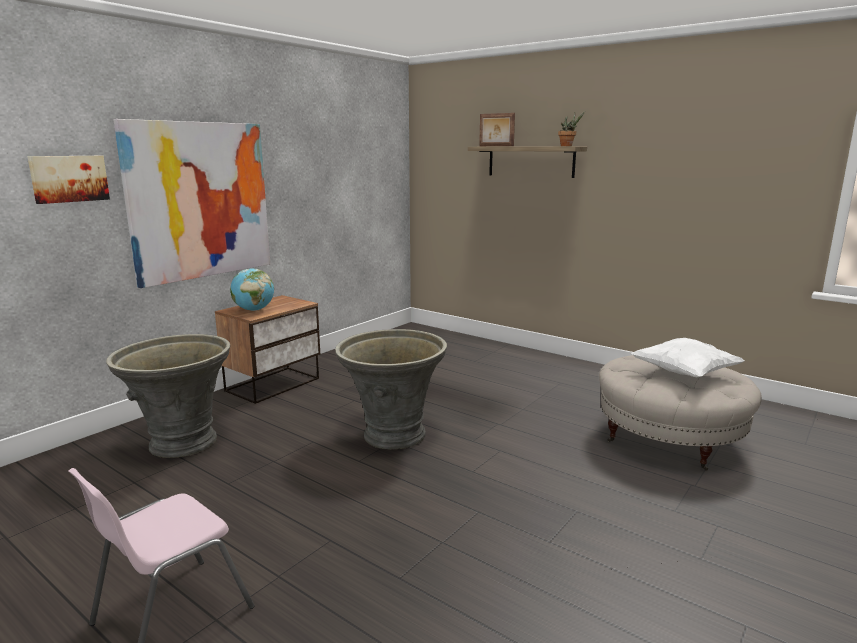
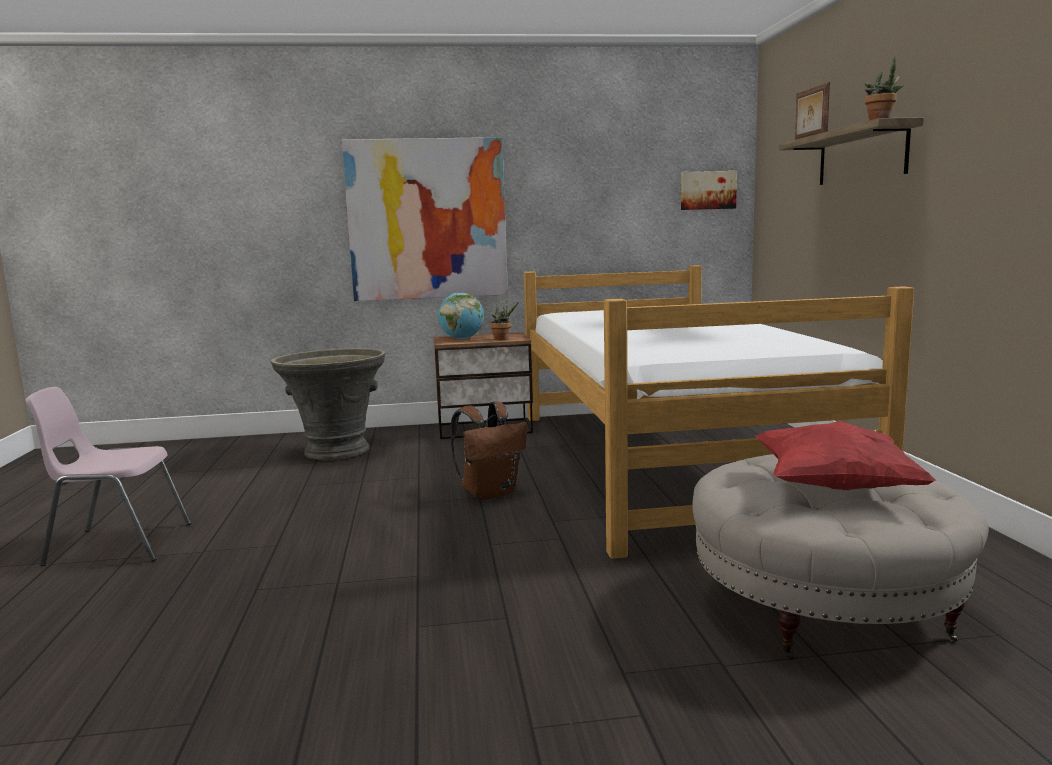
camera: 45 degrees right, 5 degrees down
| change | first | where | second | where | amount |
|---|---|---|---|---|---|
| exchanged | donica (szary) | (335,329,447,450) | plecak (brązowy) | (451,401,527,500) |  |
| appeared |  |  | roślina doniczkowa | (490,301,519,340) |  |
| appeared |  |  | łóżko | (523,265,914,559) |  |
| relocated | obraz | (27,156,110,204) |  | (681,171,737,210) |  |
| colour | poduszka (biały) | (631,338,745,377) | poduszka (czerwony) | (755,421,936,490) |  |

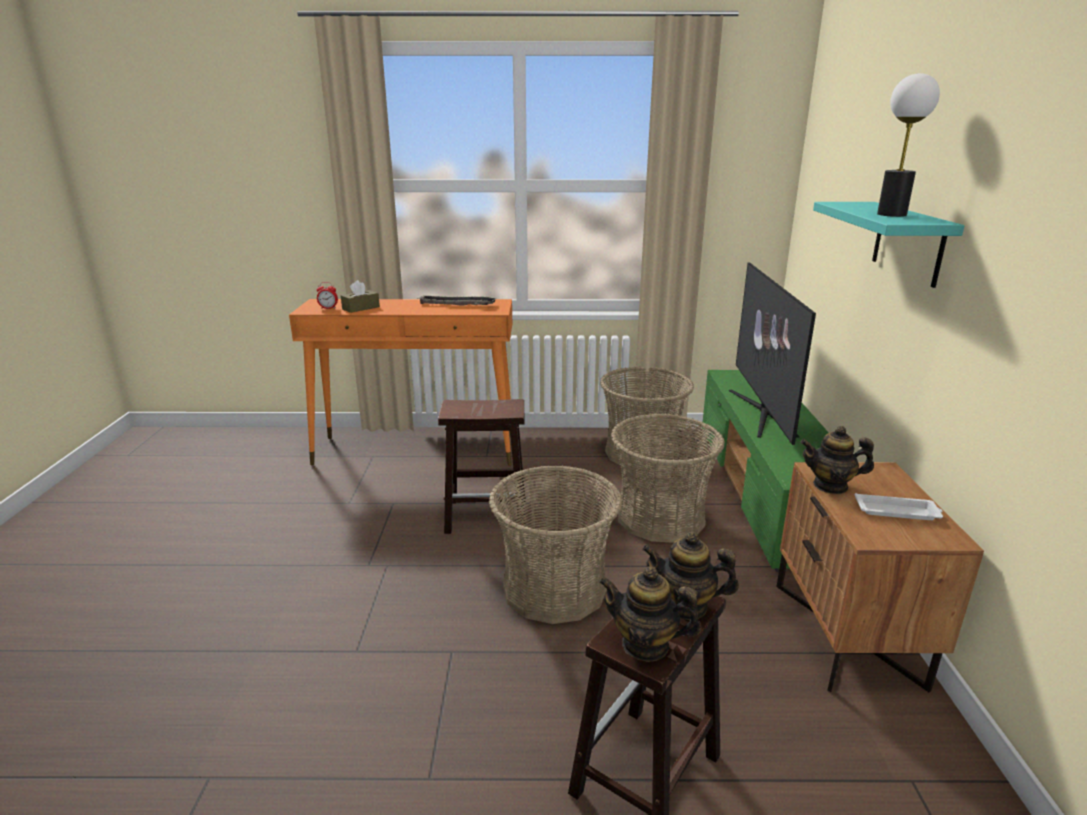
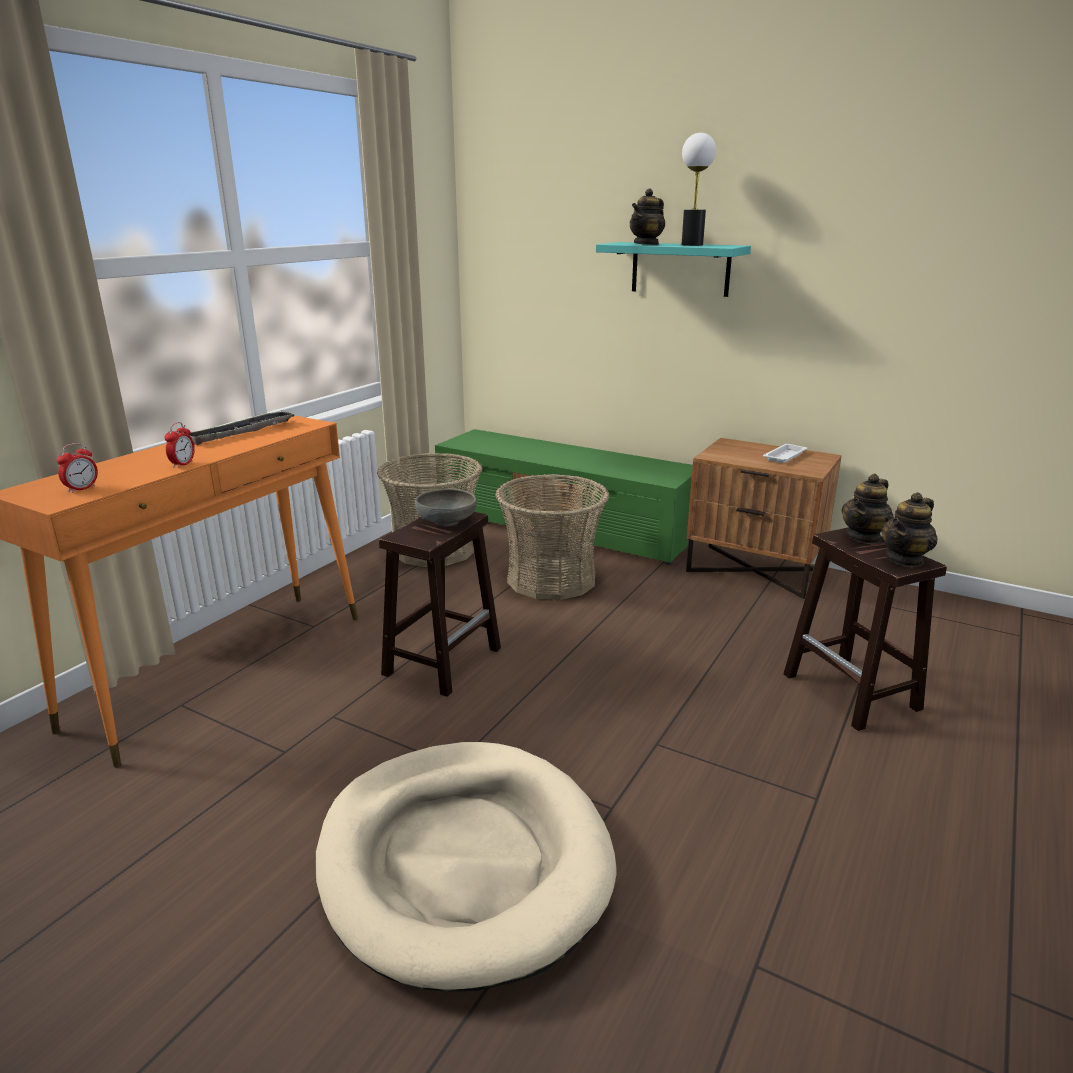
camera: 60 degrees left, 0 degrees up
| change | first | where | second | where | amount |
|---|---|---|---|---|---|
| appeared |  |  | budzik | (165,422,195,468) |  |
| appeared |  |  | legowisko (beżowy) | (316,742,617,992) |  |
| appeared |  |  | miska (szary) | (415,488,477,526) |  |
| relocated | imbryk | (800,426,874,494) |  | (630,188,665,245) |  |
| missing | pudełko chusteczek (brązowy) | (341,280,380,313) |  |  |  |
| missing | koszyk | (489,465,622,624) |  |  |  |
| missing | telewizor | (729,262,816,445) |  |  |  |

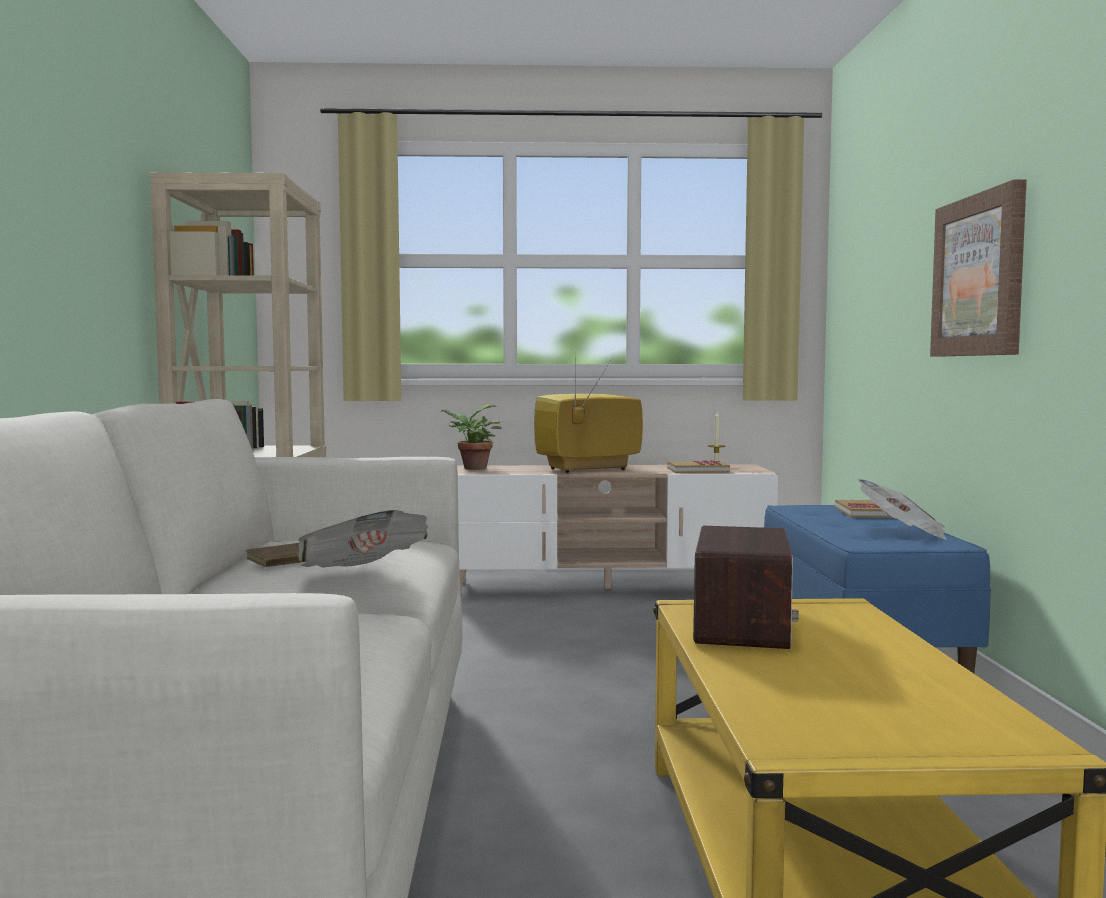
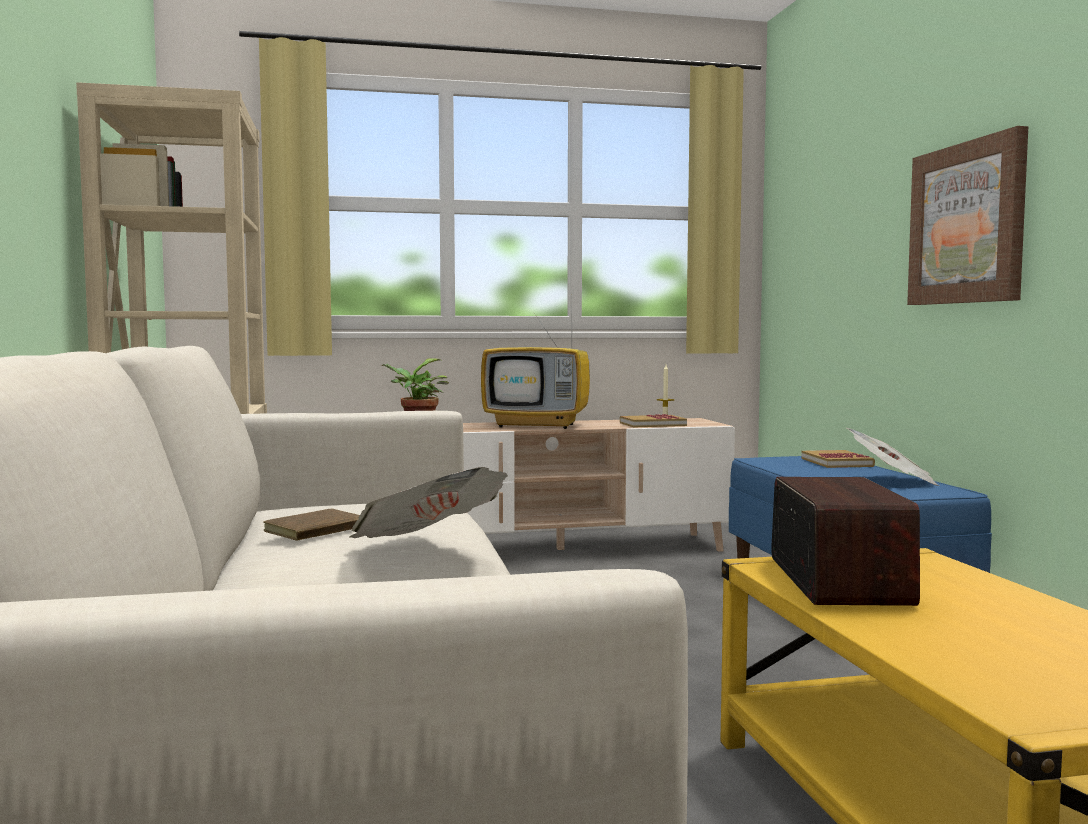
camera: 10 degrees left, 0 degrees up
| change | first | where | second | where | amount |
|---|---|---|---|---|---|
| spun | telewizor | (534,340,643,473) |  | (481,307,590,429) | 135 degrees counterclockwise |

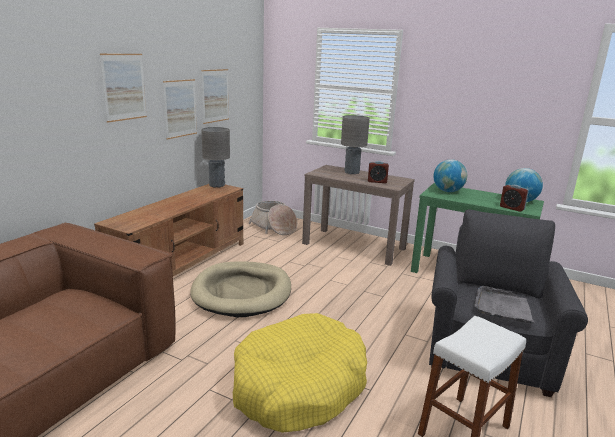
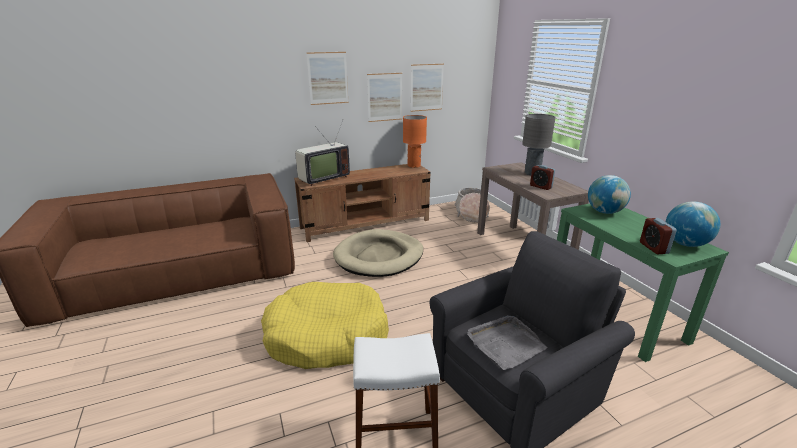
camera: 40 degrees right, 5 degrees up
| change | first | where | second | where | amount |
|---|---|---|---|---|---|
| appeared |  |  | telewizor | (295,121,350,186) |  |
| colour | lampa stołowa (szary) | (201,127,230,187) | lampa stołowa (pomarańczowy) | (403,115,427,168) |  |

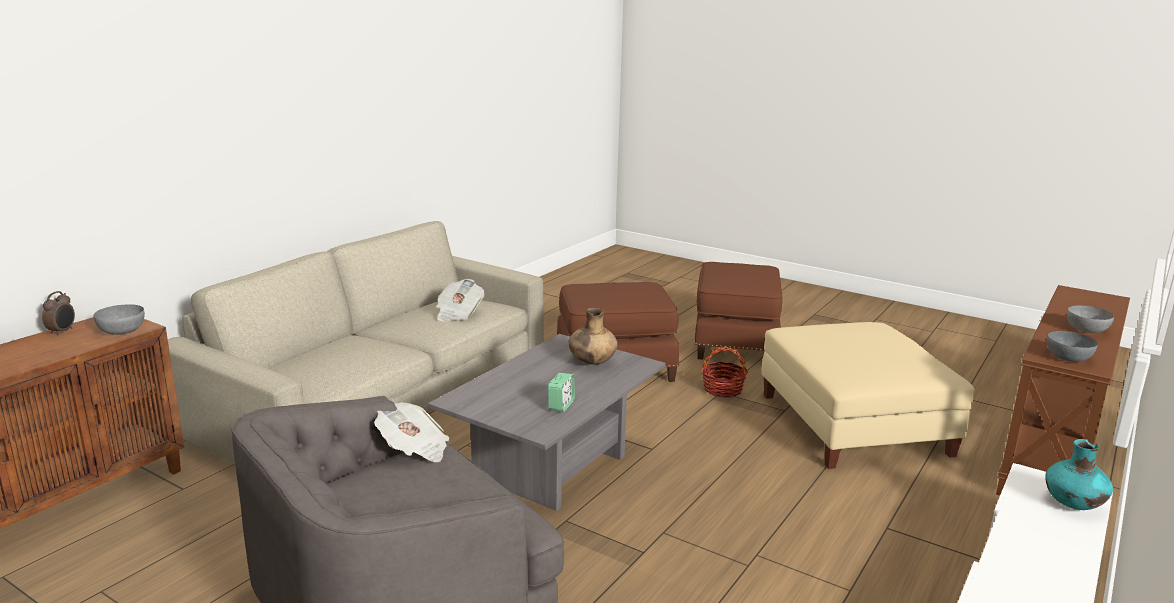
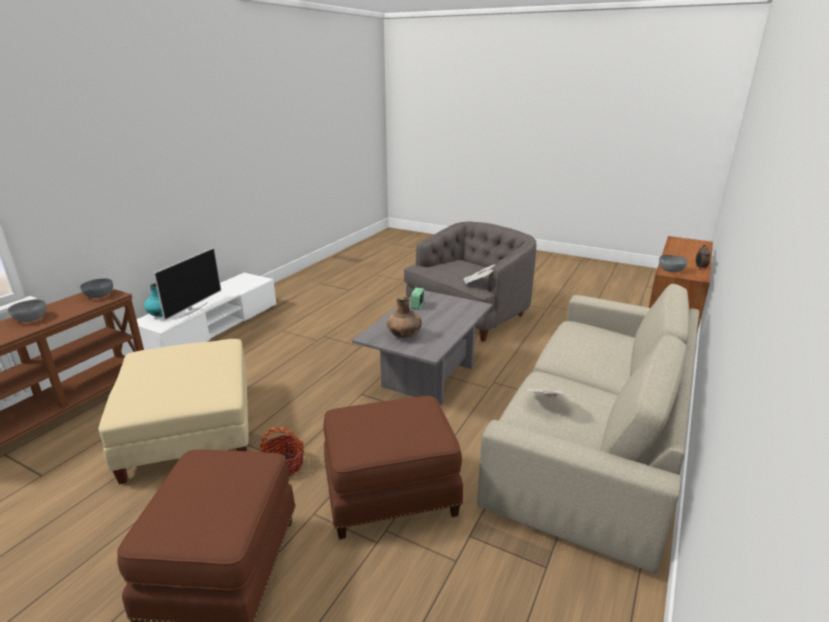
camera: 175 degrees right, 5 degrees up
| change | first | where | second | where | amount |
|---|---|---|---|---|---|
| appeared |  |  | telewizor | (153,247,222,321) |  |

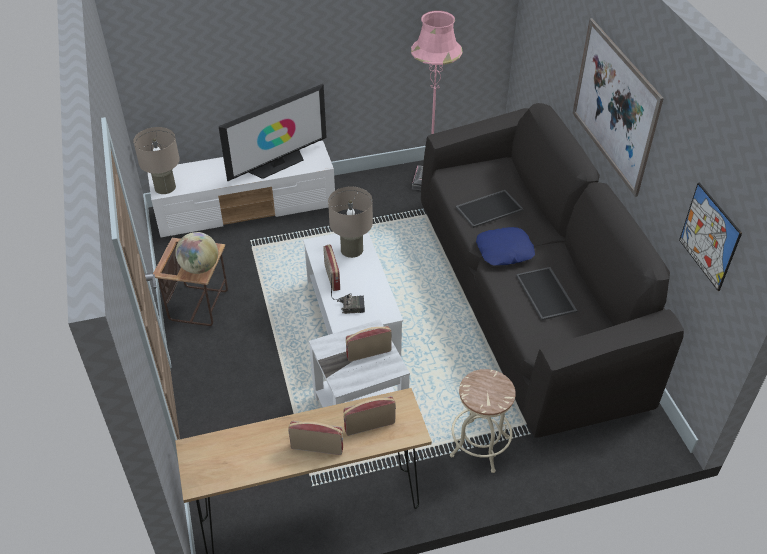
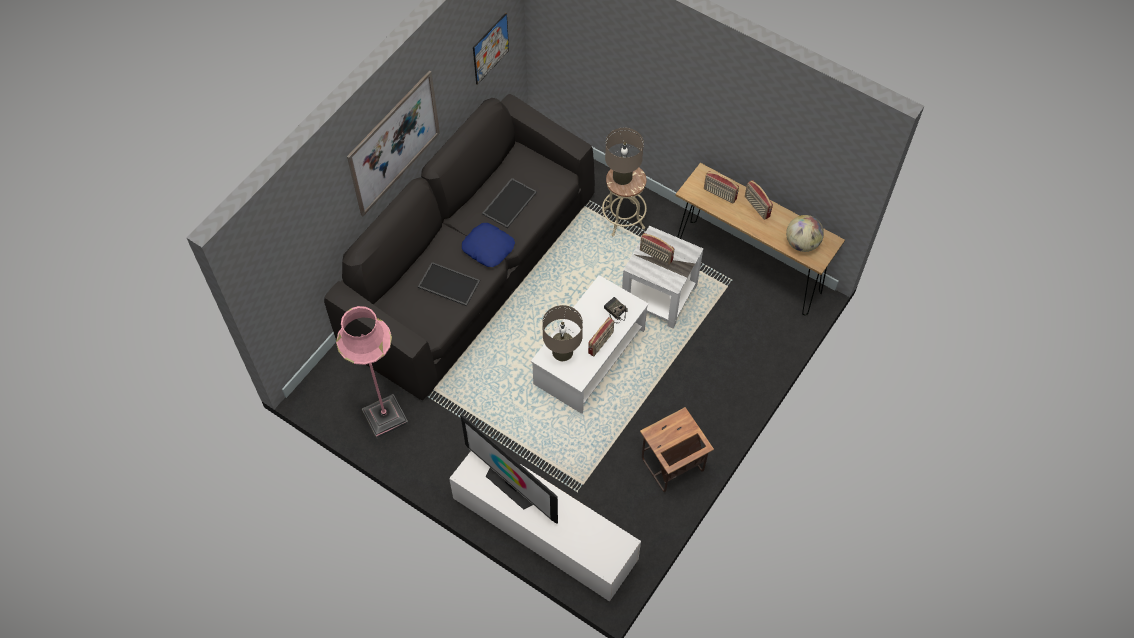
camera: 130 degrees left, 15 degrees up
| change | first | where | second | where | amount |
|---|---|---|---|---|---|
| spun | telewizor | (218,84,327,181) |  | (461,414,558,524) | 150 degrees counterclockwise |
| relocated | lampa stołowa (beżowy) | (133,127,180,194) |  | (605,128,644,185) |  |
| relocated | globus | (175,232,218,274) |  | (786,215,824,252) |  |

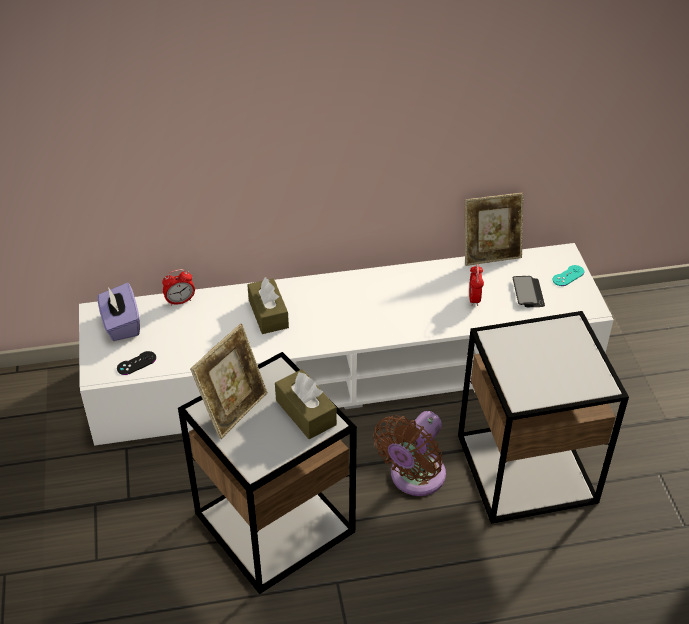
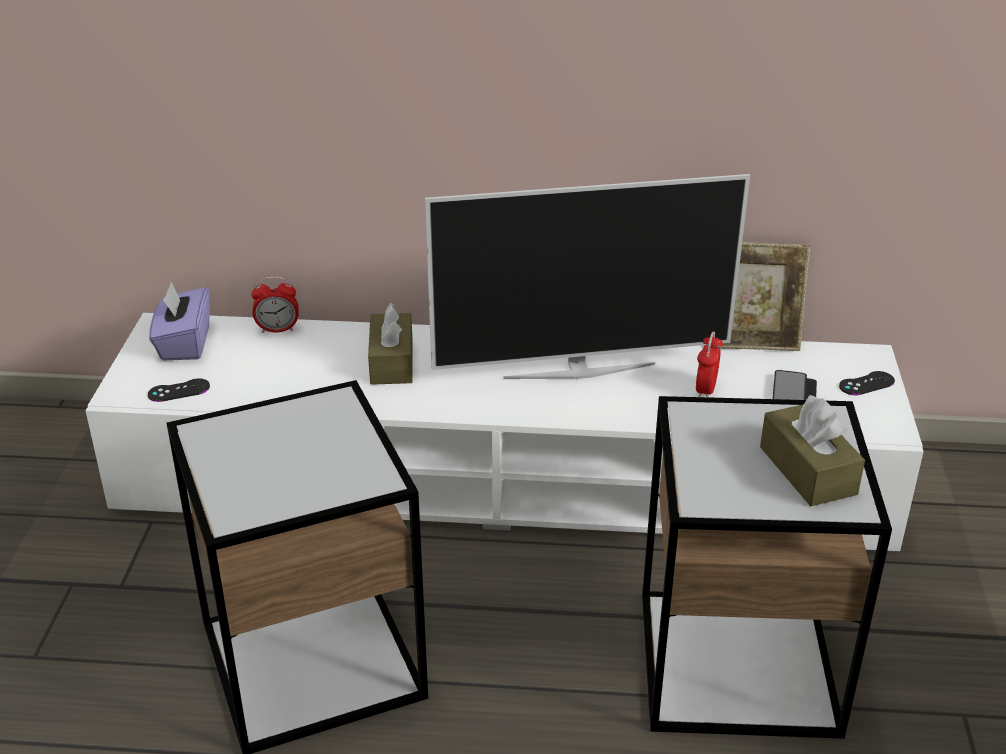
camera: 15 degrees right, 10 degrees down
| change | first | where | second | where | amount |
|---|---|---|---|---|---|
| appeared |  |  | telewizor | (425,174,750,379) |  |
| relocated | pudełko chusteczek (brązowy) | (275,369,337,439) |  | (760,395,865,506) |  |
| colour | pad do gier (turkusowy) | (553,265,584,286) | pad do gier (czarny) | (839,371,895,395) |  |
| missing | ramka na zdjęcie | (190,324,268,439) |  |  |  |
| missing | wentylator (brązowy) | (373,411,446,496) |  |  |  |

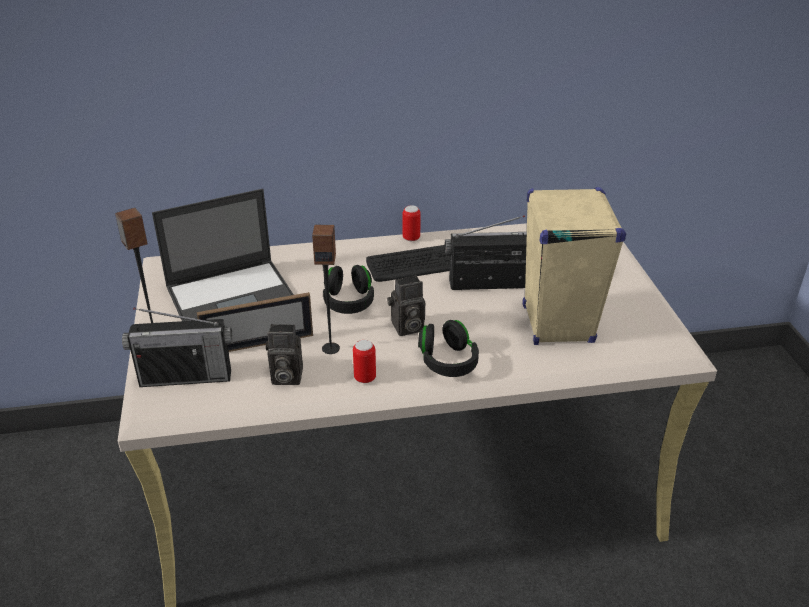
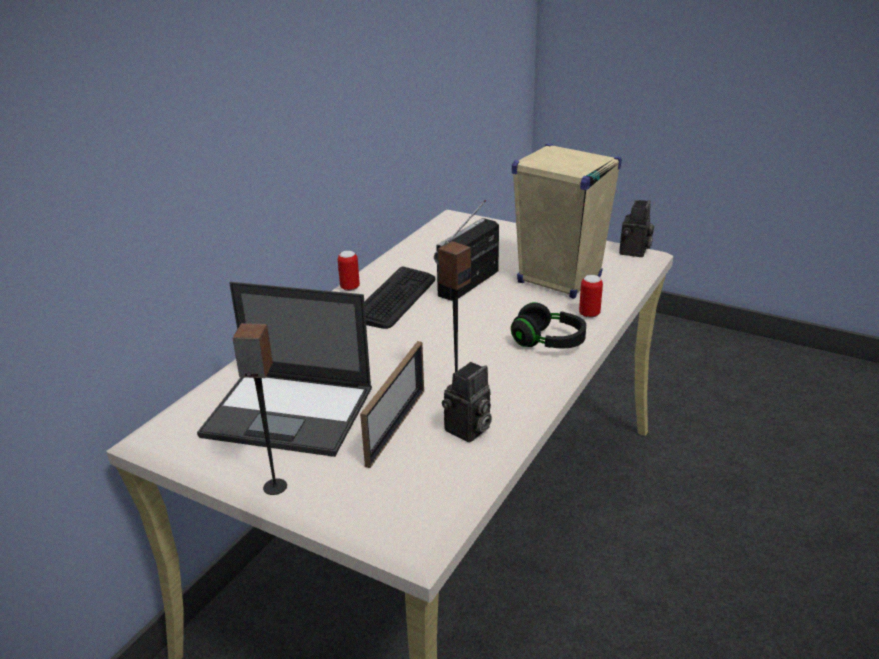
camera: 50 degrees left, 5 degrees down
| change | first | where | second | where | amount |
|---|---|---|---|---|---|
| spun | laptop | (152,189,294,321) |  | (197,282,372,457) | 90 degrees clockwise |
| relocated | puszka | (353,340,376,383) |  | (579,275,603,318) |  |
| relocated | aparat fotograficzny | (387,275,425,336) |  | (619,200,654,257) |  |
| missing | radio | (122,307,233,387) |  |  |  |
| missing | słuchawki (czarny) | (323,265,374,314) |  |  |  |

